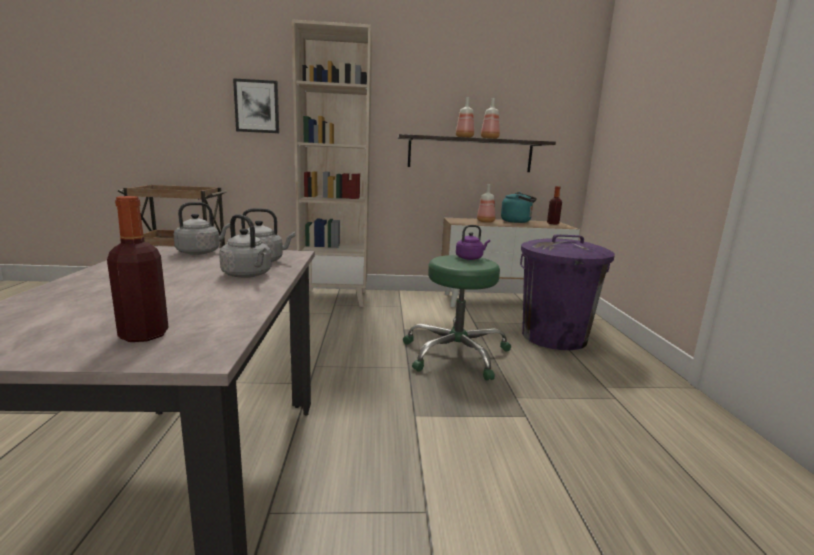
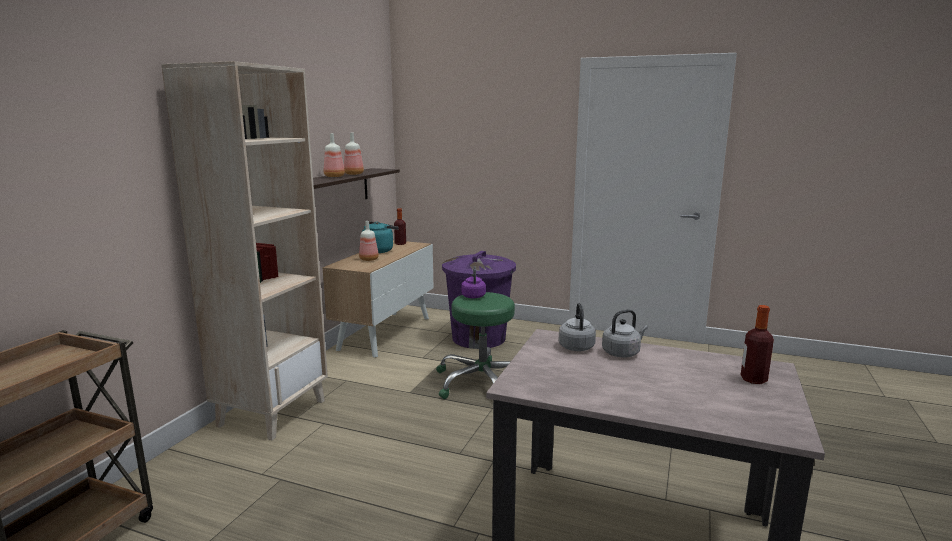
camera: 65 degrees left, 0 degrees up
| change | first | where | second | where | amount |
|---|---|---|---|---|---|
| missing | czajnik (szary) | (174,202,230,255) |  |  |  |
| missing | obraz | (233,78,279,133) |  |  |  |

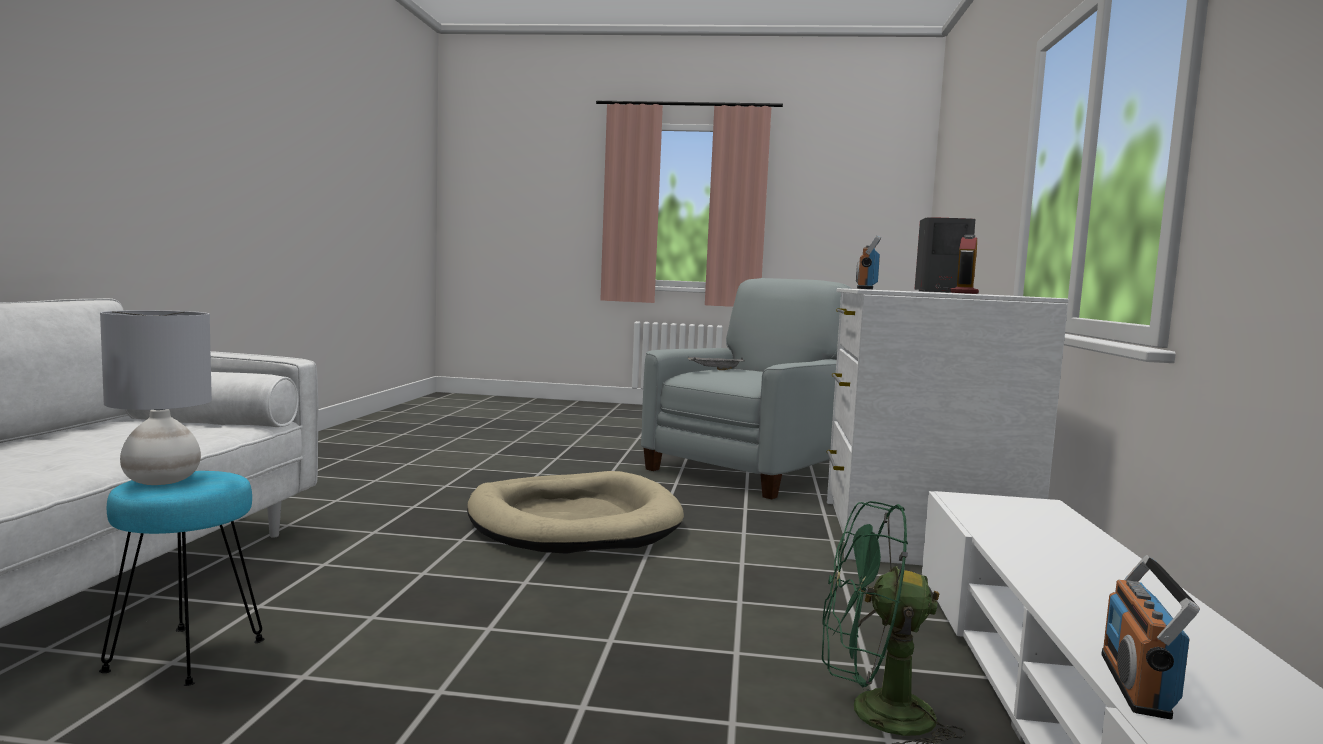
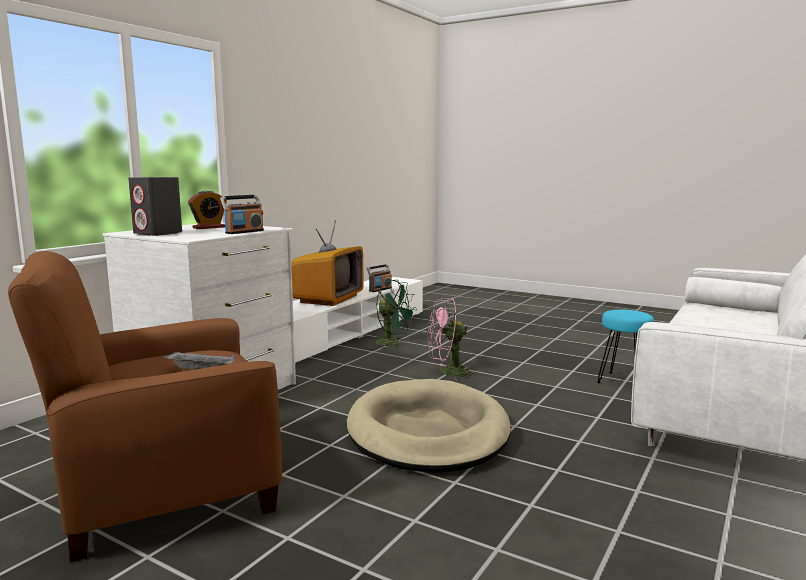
camera: 155 degrees left, 5 degrees up
| change | first | where | second | where | amount |
|---|---|---|---|---|---|
| colour | fotel (szary) | (641,278,852,499) | fotel (brązowy) | (8,251,282,562) |  |
| appeared |  |  | telewizor | (291,220,364,306) |  |
| appeared |  |  | wentylator (różowy) | (427,298,478,380) |  |
| missing | lampa stołowa (szary) | (100,310,212,485) |  |  |  |

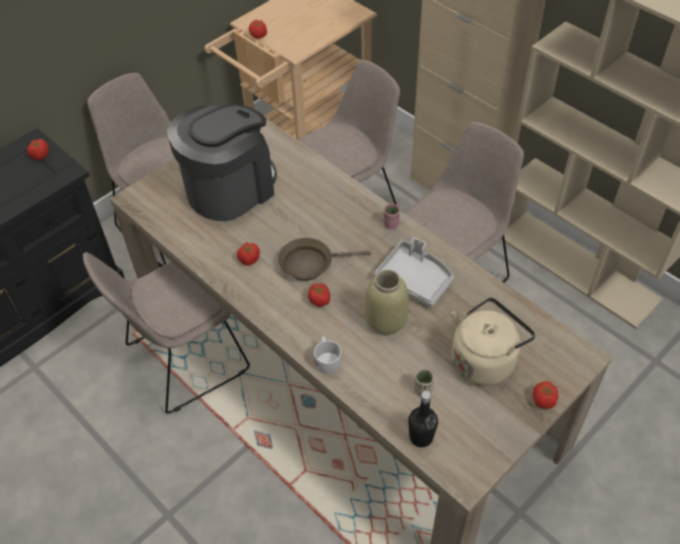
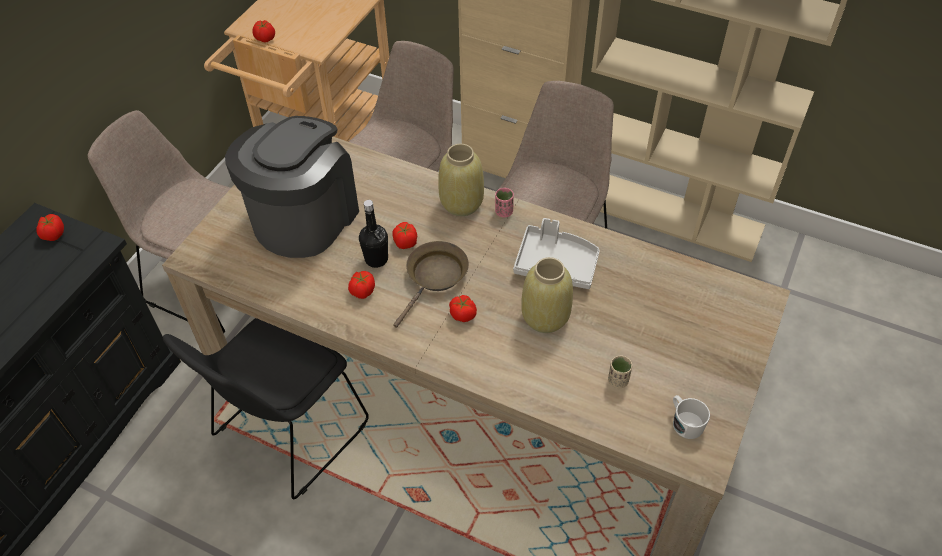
camera: 20 degrees left, 0 degrees up
| change | first | where | second | where | amount |
|---|---|---|---|---|---|
| colour | krzesło (beżowy) | (83,252,250,414) | krzesło (czarny) | (163,318,369,499) |  |
| relocated | butelka (czarny) | (408,391,438,447) |  | (359,200,388,268) |  |
| relocated | pomidor | (533,381,559,409) |  | (392,222,417,249) |  |
| spun | patelnia (brązowy) | (278,238,372,281) |  | (393,241,469,328) | 150 degrees clockwise |
| appeared |  |  | wazon (beżowy) | (438,144,484,216) |  |
| relocated | kubek (biały) | (314,336,342,374) |  | (673,395,710,439) |  |
| missing | czajnik (beżowy) | (452,297,536,386) |  |  |  |

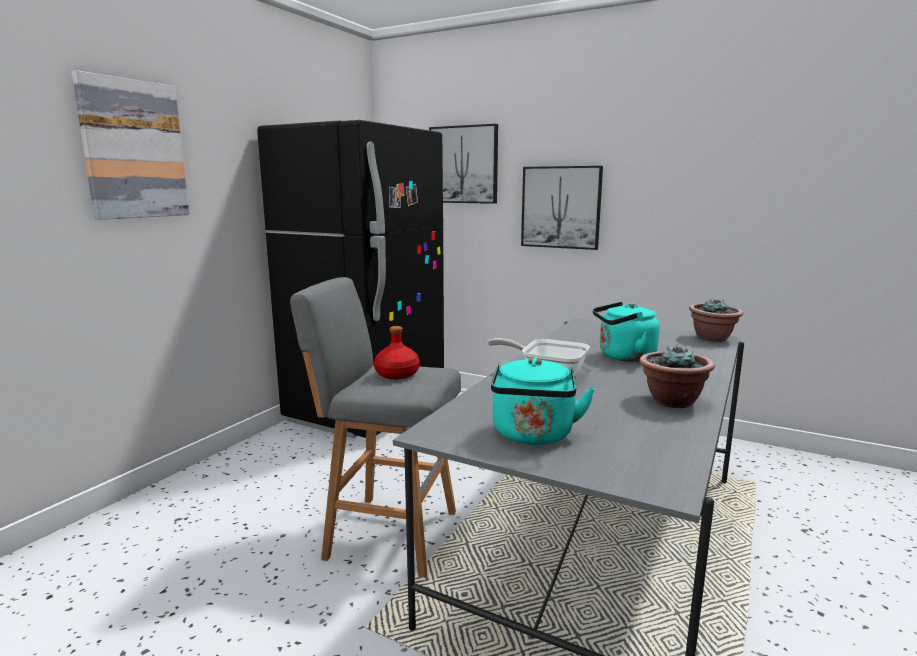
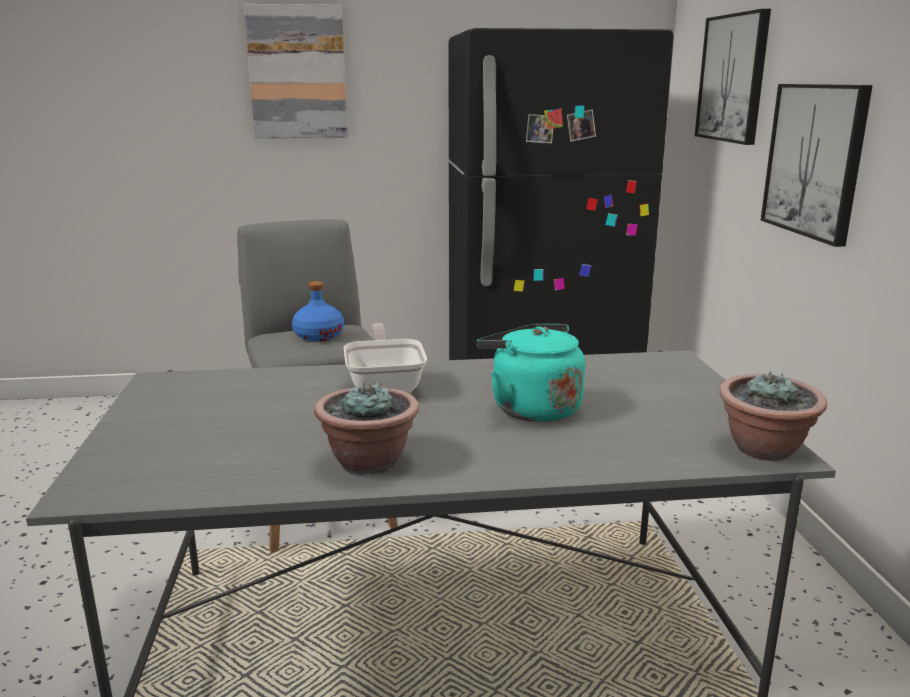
camera: 55 degrees right, 5 degrees up
| change | first | where | second | where | amount |
|---|---|---|---|---|---|
| colour | butelka (czerwony) | (374,326,420,379) | butelka (niebieski) | (292,281,344,341) |  |
| missing | czajnik (turkusowy) | (491,357,595,445) |  |  |  |

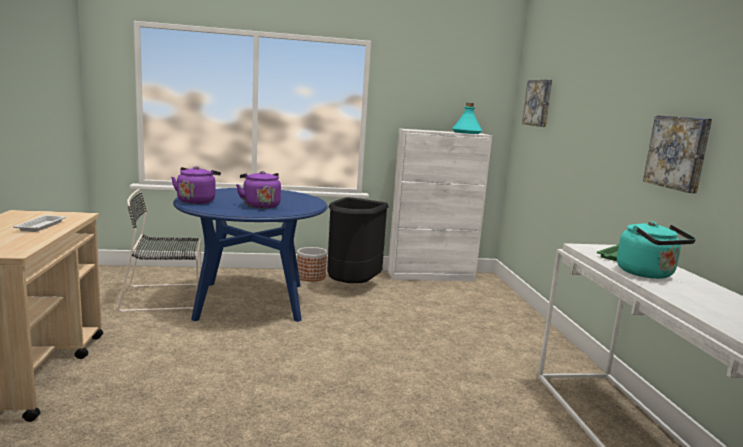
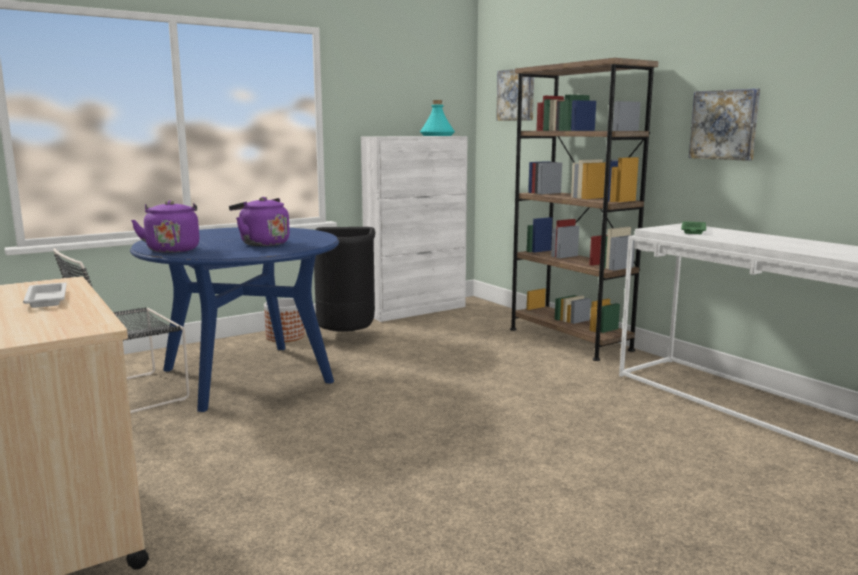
camera: 25 degrees left, 0 degrees up
| change | first | where | second | where | amount |
|---|---|---|---|---|---|
| appeared |  |  | regał (brązowy) | (510,58,658,361) |  |
| missing | czajnik (turkusowy) | (617,221,696,279) |  |  |  |

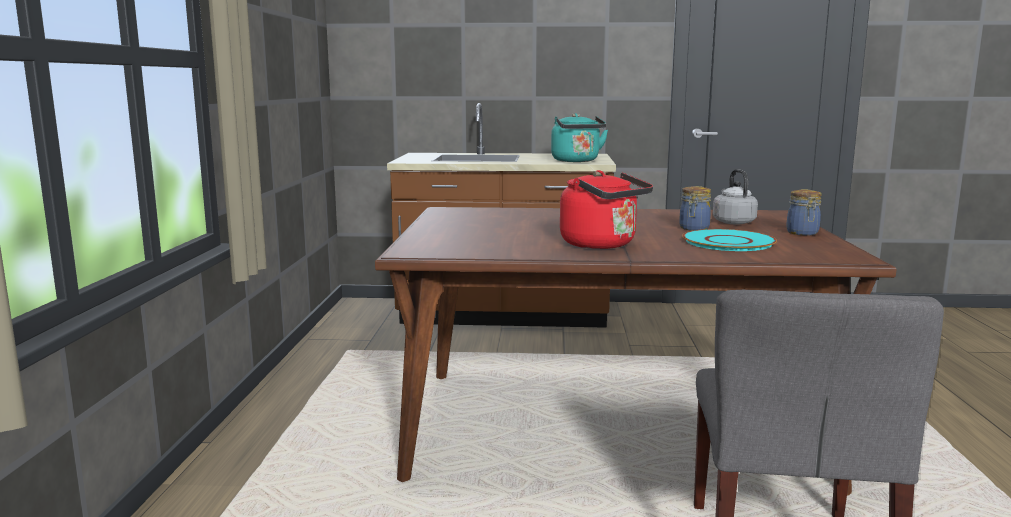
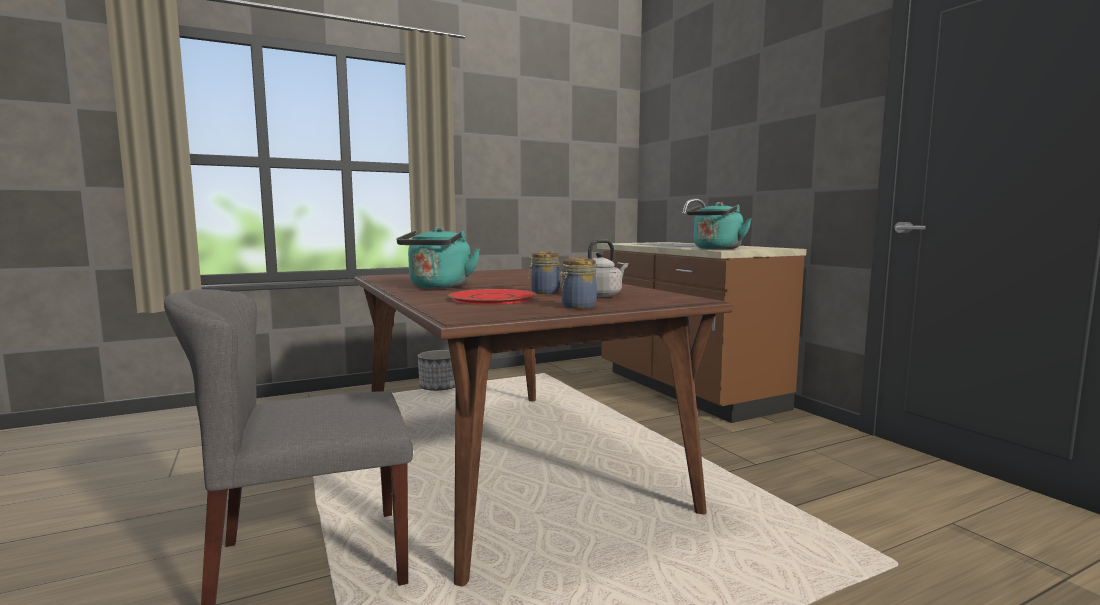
camera: 60 degrees right, 5 degrees down
| change | first | where | second | where | amount |
|---|---|---|---|---|---|
| colour | czajnik (czerwony) | (560,170,653,249) | czajnik (turkusowy) | (397,227,480,288) |  |
| appeared |  |  | donica | (418,350,456,391) |  |
| colour | talerz (turkusowy) | (682,229,777,251) | talerz (czerwony) | (448,289,536,304) |  |

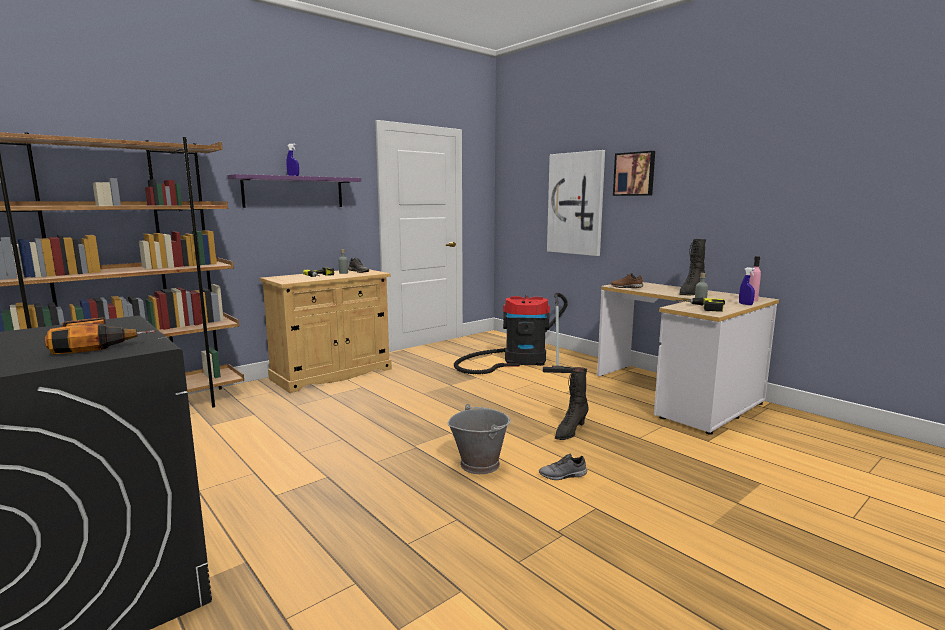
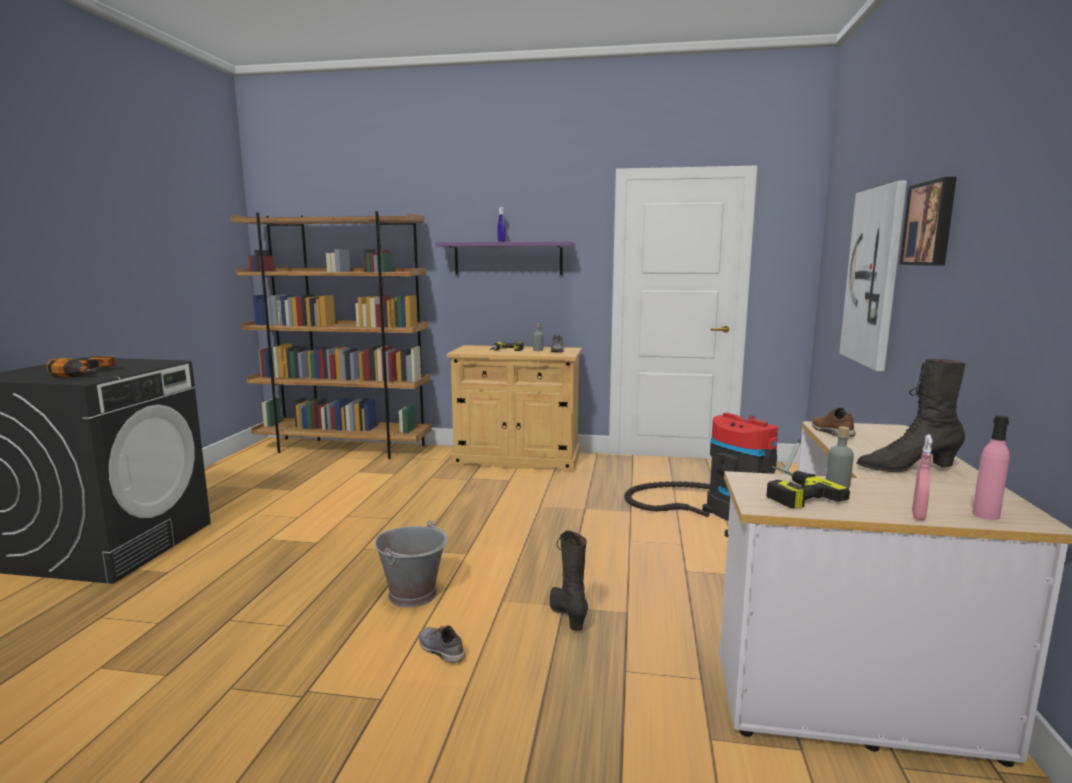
camera: 50 degrees right, 0 degrees up
| change | first | where | second | where | amount |
|---|---|---|---|---|---|
| spun | but z cholewką (czarny) | (555,367,589,440) |  | (550,530,588,631) | 75 degrees clockwise |
| colour | spryskiwacz (niebieski) | (739,267,755,305) | spryskiwacz (różowy) | (912,434,933,520) |  |

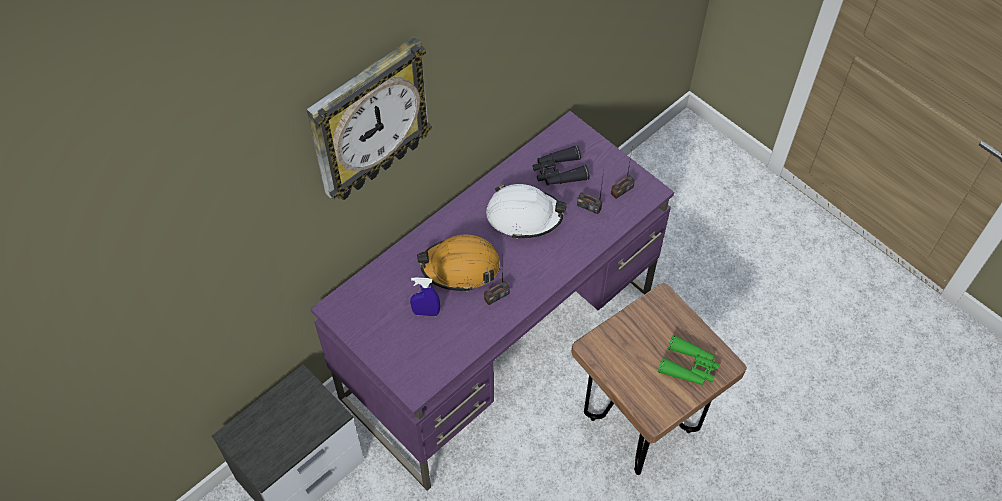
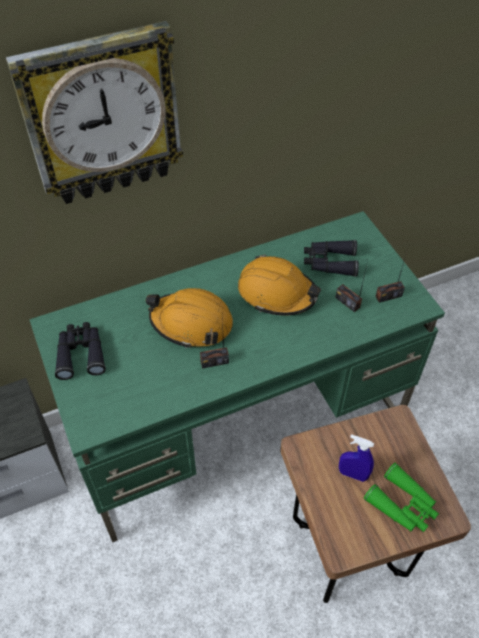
camera: 20 degrees right, 5 degrees down
| change | first | where | second | where | amount |
|---|---|---|---|---|---|
| colour | biurko (fioletowy) | (310,111,674,491) | biurko (zielony) | (29,211,445,542) |  |
| appeared |  |  | lornetka (czarny) | (55,322,106,380) |  |
| colour | kask (biały) | (486,184,567,239) | kask (pomarańczowy) | (238,254,321,316) |  |
| relocated | spryskiwacz (niebieski) | (410,277,440,316) |  | (339,434,374,482) |  |

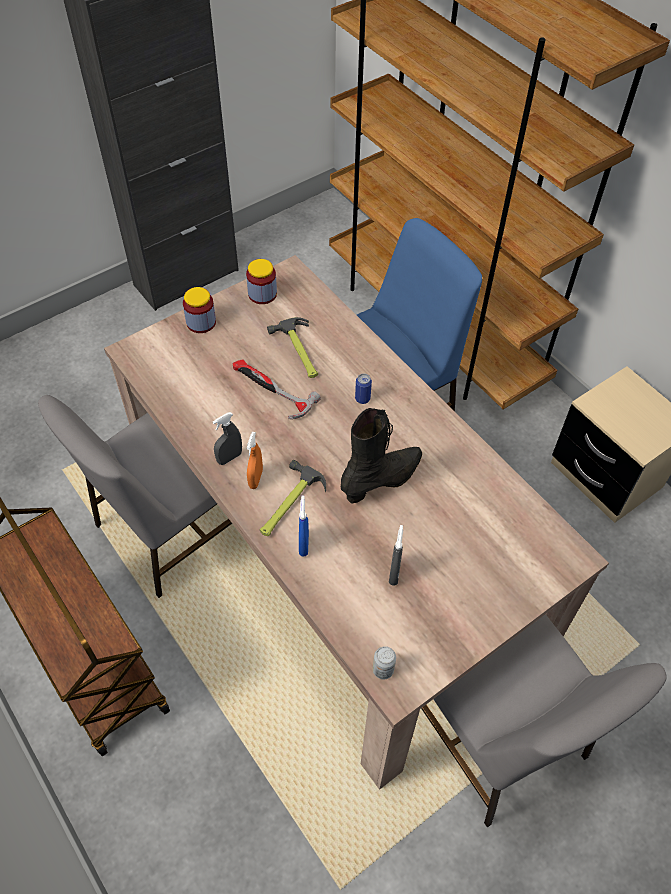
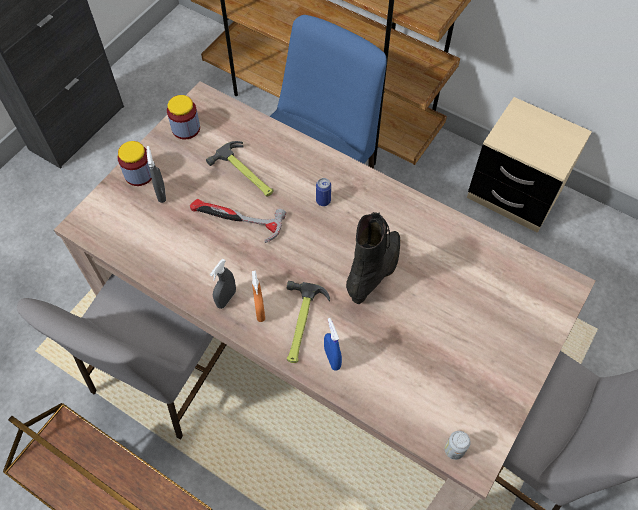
camera: 20 degrees left, 5 degrees up
| change | first | where | second | where | amount |
|---|---|---|---|---|---|
| relocated | spryskiwacz (szary) | (389,525,403,586) |  | (147,146,166,203) |  |

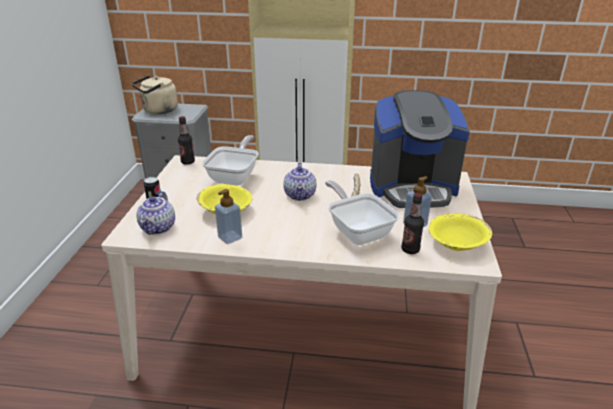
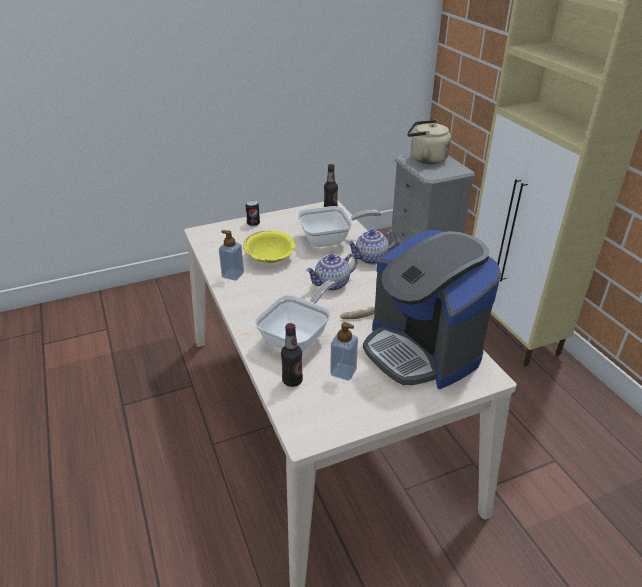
camera: 60 degrees right, 5 degrees up
| change | first | where | second | where | amount |
|---|---|---|---|---|---|
| relocated | imbryk | (137,191,175,235) |  | (347,230,397,264) |  |
| missing | miska (żółty) | (428,213,492,251) |  |  |  |

